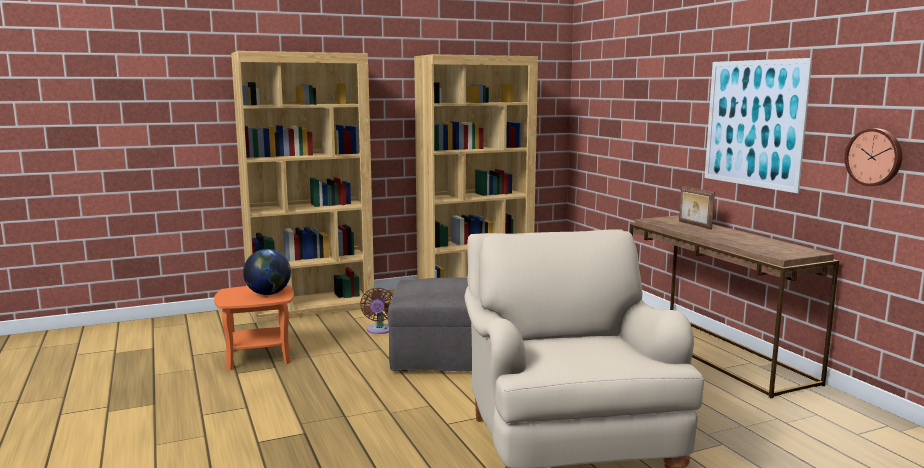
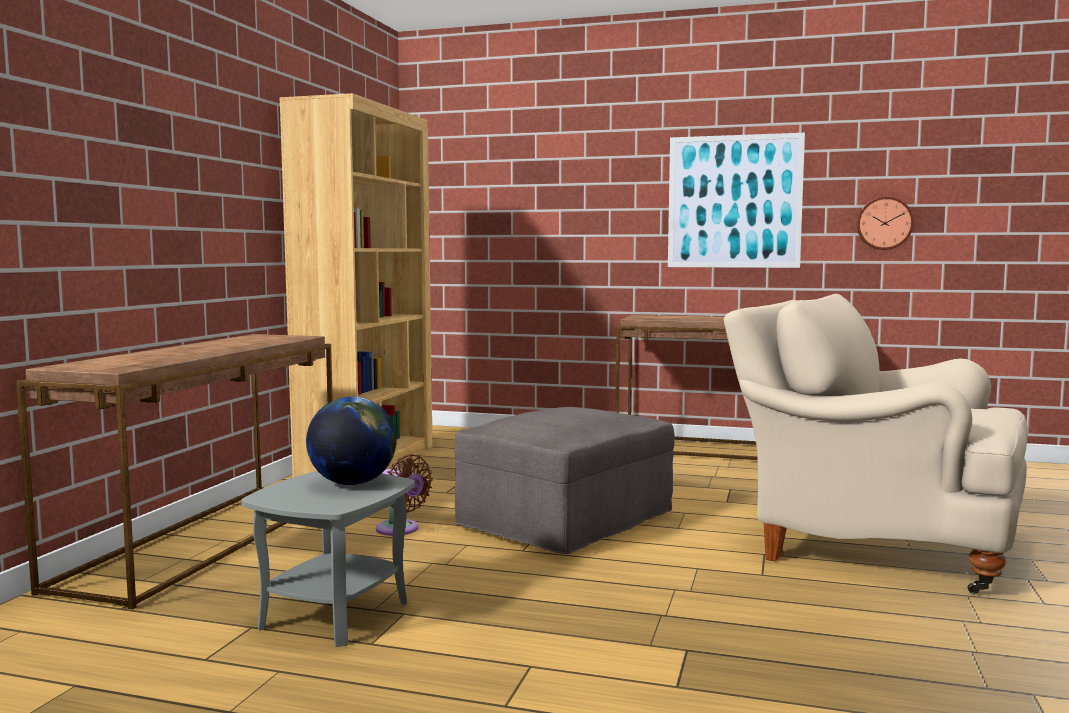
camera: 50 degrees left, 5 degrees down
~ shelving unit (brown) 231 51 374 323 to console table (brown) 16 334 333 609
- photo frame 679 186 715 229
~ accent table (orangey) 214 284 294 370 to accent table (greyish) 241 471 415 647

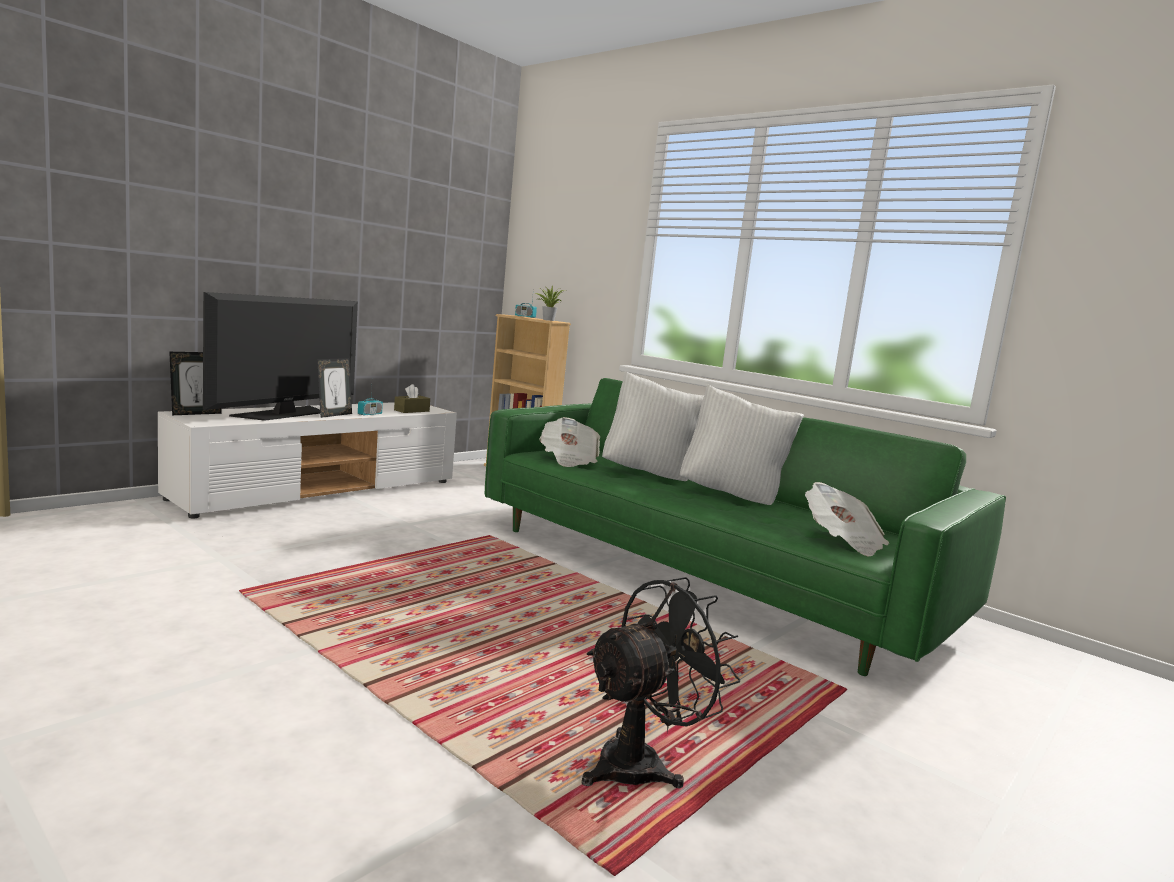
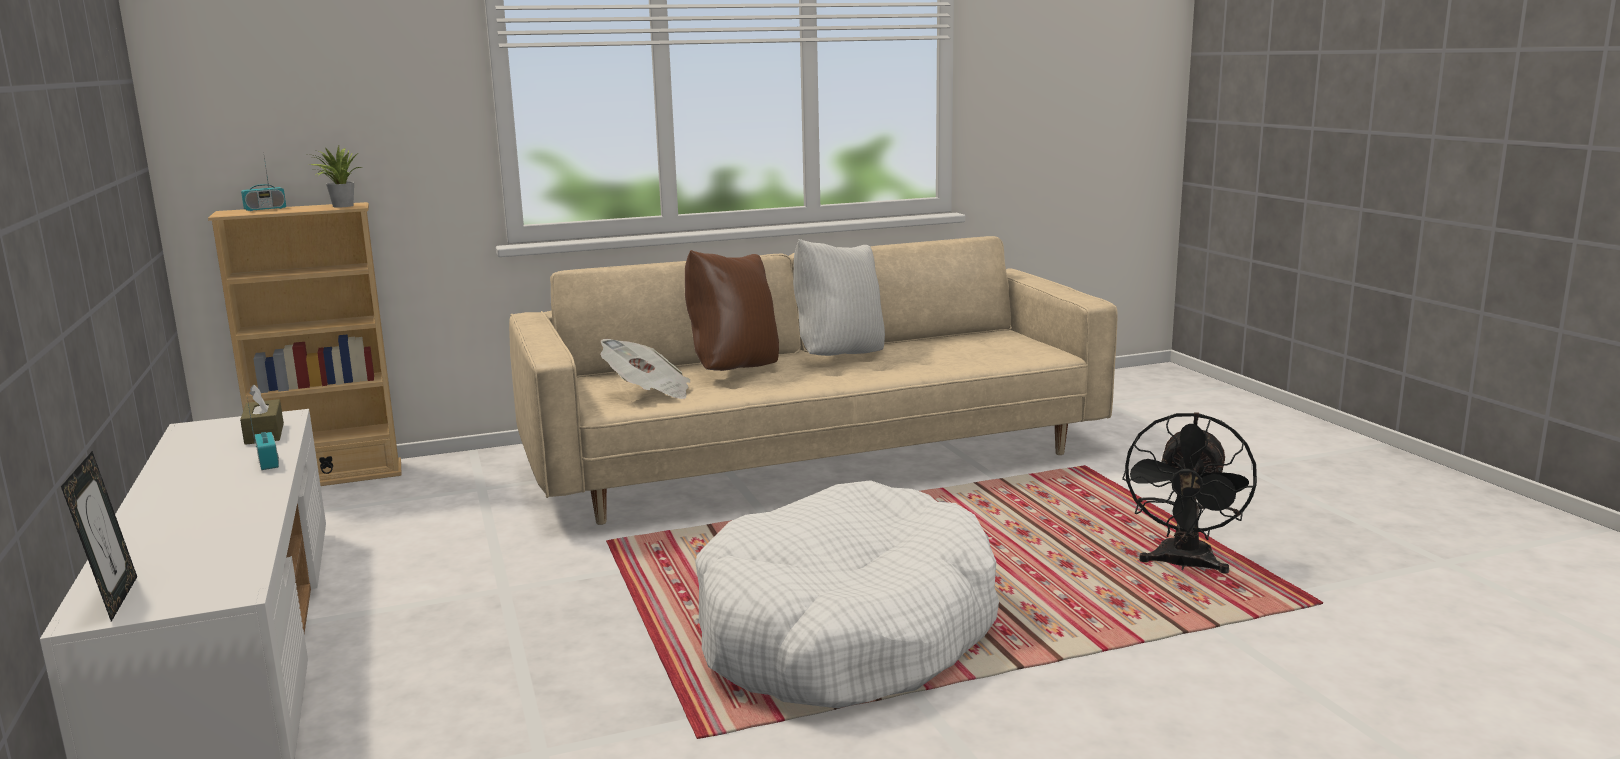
camera: 60 degrees left, 5 degrees up
- TV 203 292 358 421
- photo frame 317 358 352 418
~ pillow (white-coloured) 602 371 704 481 to pillow (brown) 685 250 779 371
~ couch (green-coloured) 485 378 1006 676 to couch (beige-coloured) 509 236 1117 525
- printed paper 805 482 889 557
~ cooling fan (black) 582 577 740 789 = 1122 412 1257 574 150 degrees counterclockwise
+ dog bed (white-coloured) 695 480 999 708

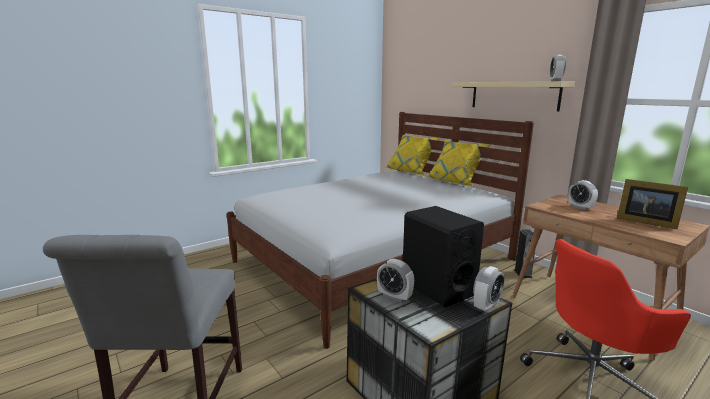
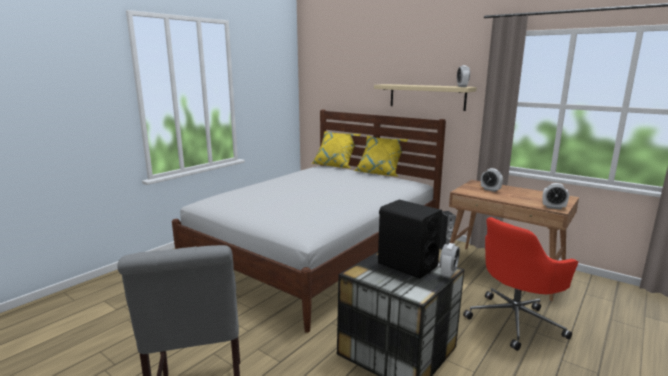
camera: 15 degrees left, 0 degrees up
- photo frame 617 179 688 229
~ table clock 377 259 414 303 to 542 183 569 210

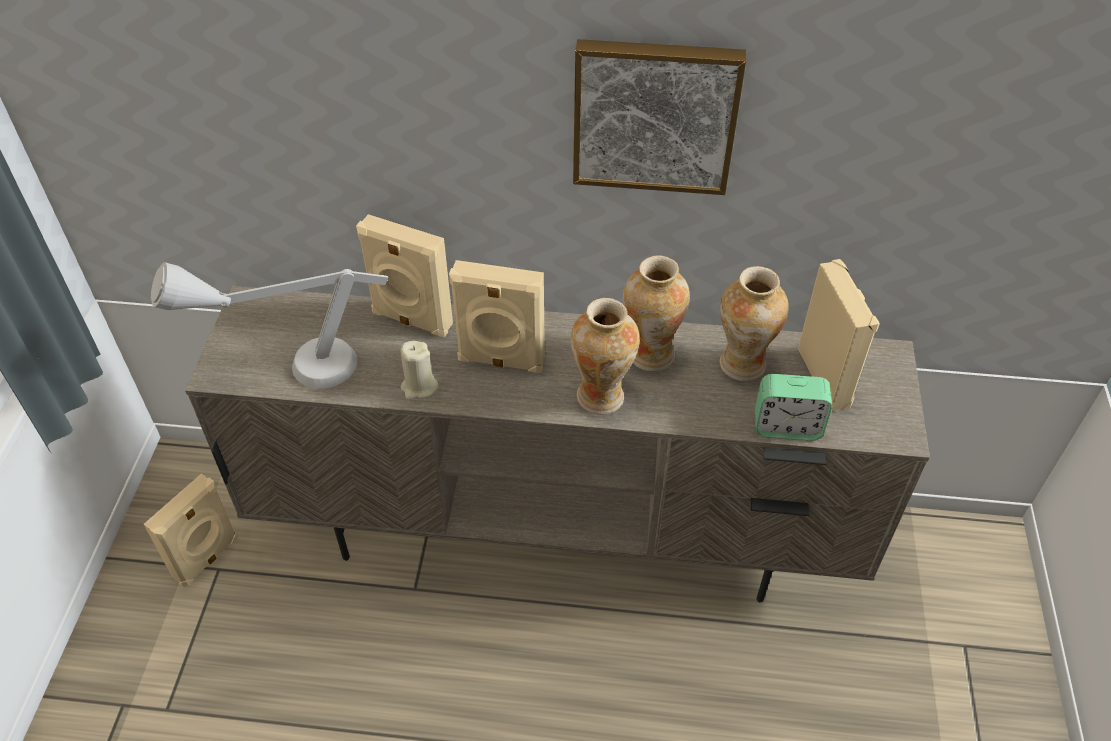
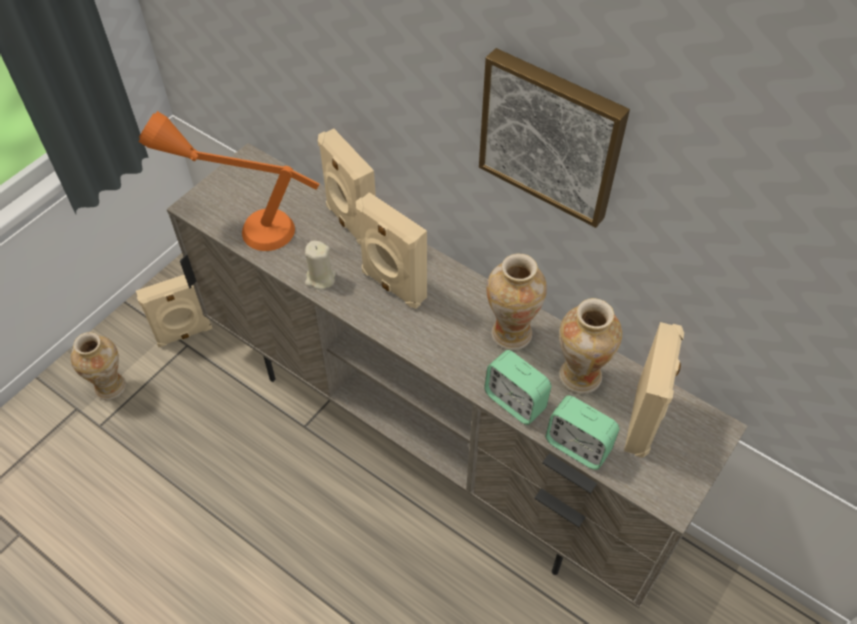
camera: 30 degrees right, 5 degrees up
~ lamp for a table (greyish) 151 262 388 389 to lamp for a table (orangey) 139 111 320 251
~ flower vase 571 298 640 415 to 71 332 126 400
+ table clock 484 350 552 425

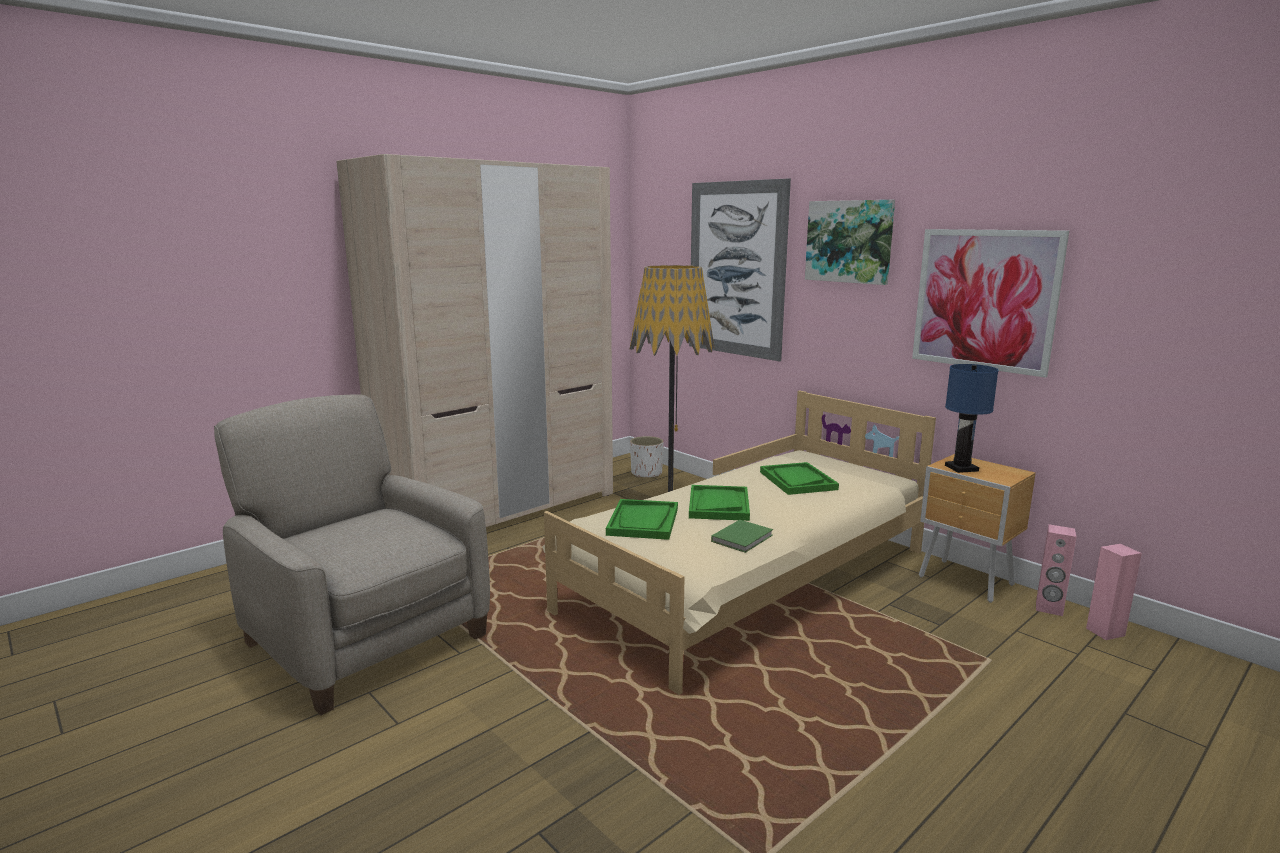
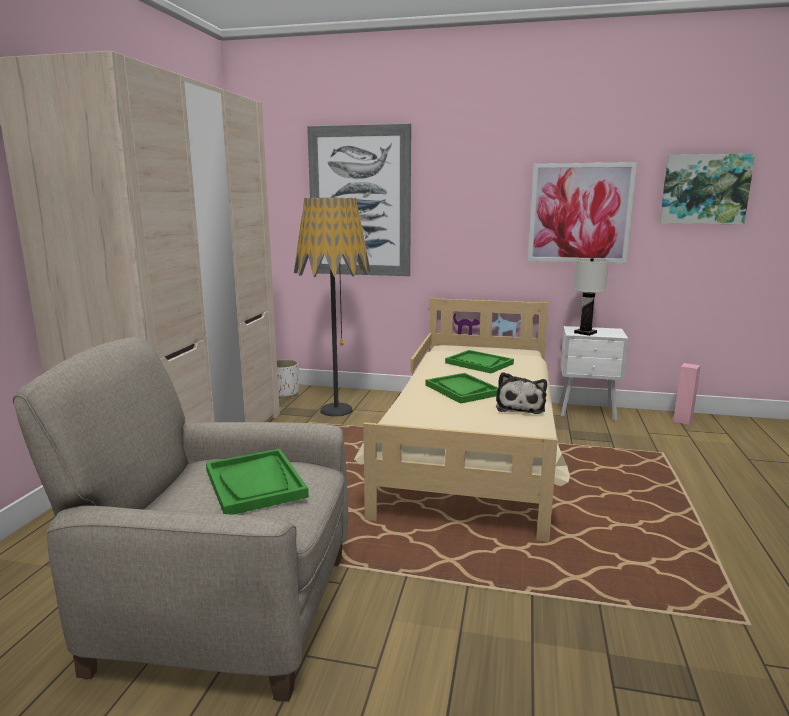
camera: 35 degrees left, 0 degrees up
~ wall picture 805 200 895 285 to 660 154 755 224
~ lamp for a table (bluish) 945 364 999 473 to lamp for a table (white-coloured) 573 258 609 336
~ night table (brown) 919 454 1036 603 to night table (white-coloured) 559 326 628 421
~ tray (green-coloured) 606 499 678 540 to 206 449 309 515
~ bound book (green-coloured) 711 520 773 553 to plush toy 496 372 547 414
- speaker (pinkish) 1036 524 1077 616

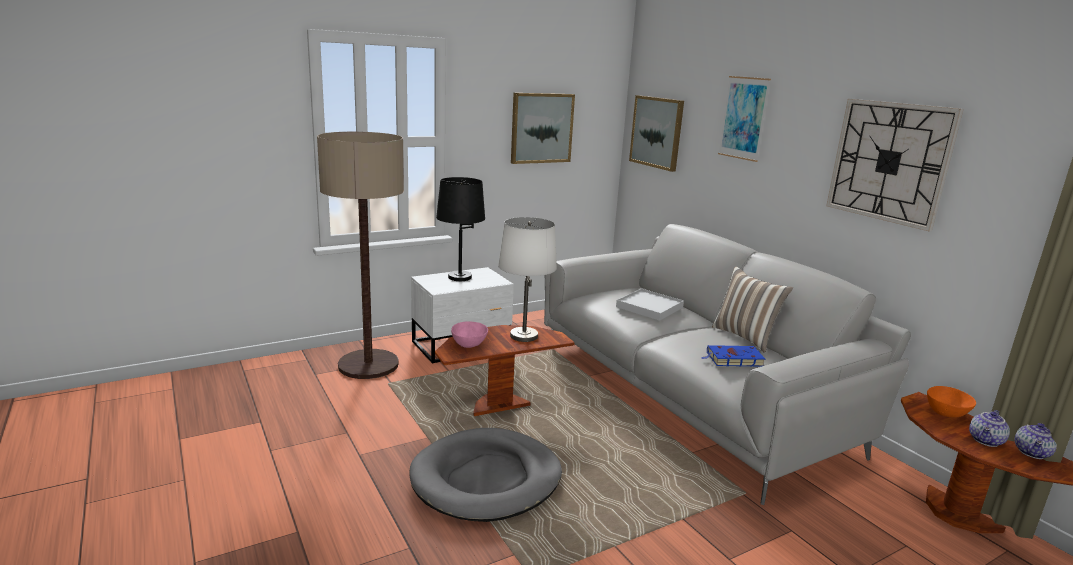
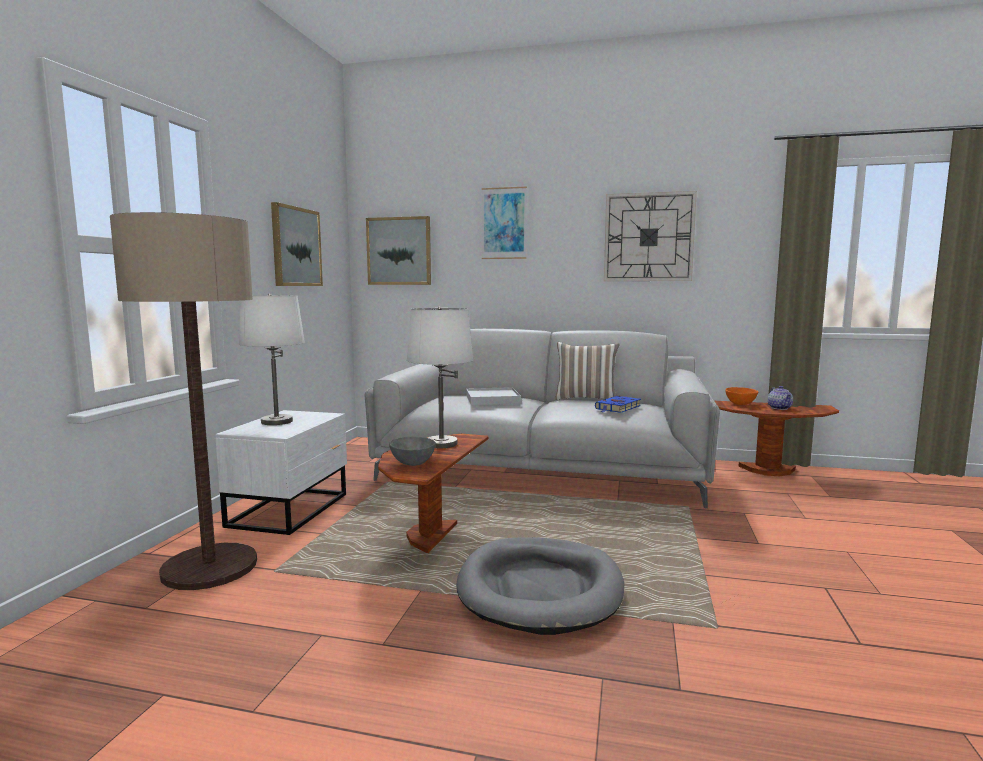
camera: 45 degrees left, 10 degrees down
~ lamp for a table (black) 436 177 485 281 to lamp for a table (white-coloured) 239 294 305 425
~ deep dish (pinkish) 451 321 488 348 to deep dish (greyish) 389 437 436 466
- tea pot 1015 423 1057 459

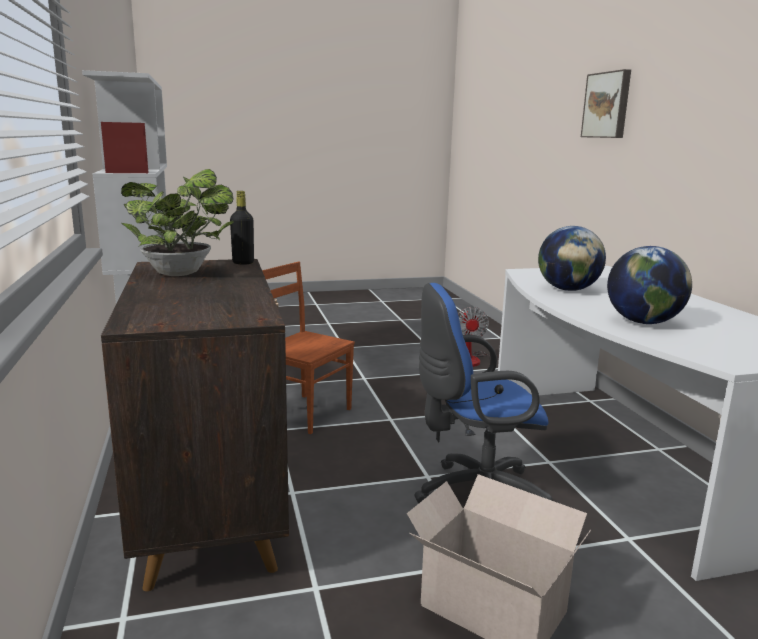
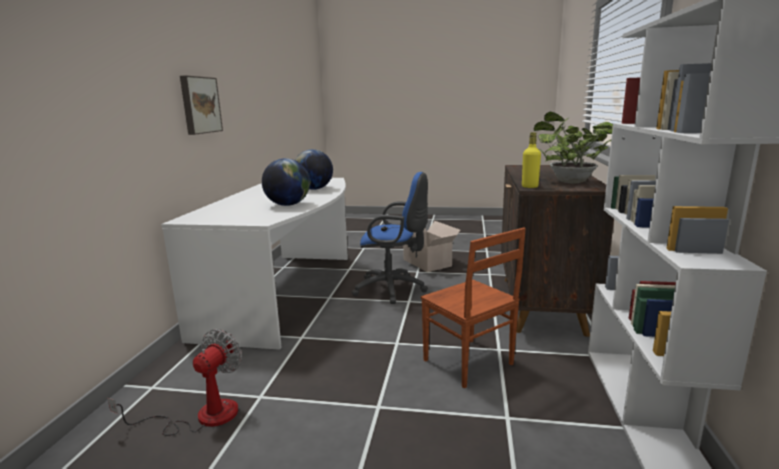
camera: 155 degrees left, 0 degrees up
~ wall picture 581 69 631 138 to 180 75 223 135
~ beverage bottle (black) 230 191 254 265 to beverage bottle (yellowish) 522 132 541 188

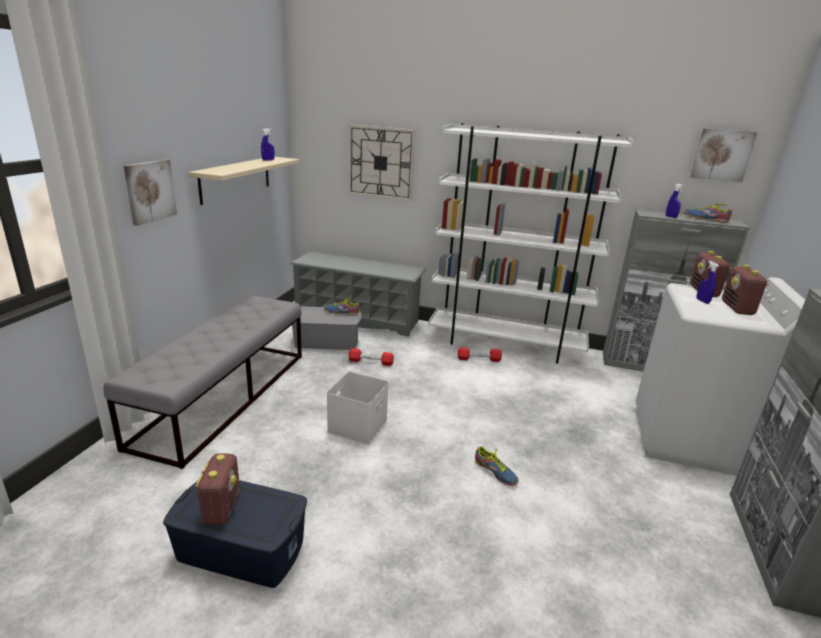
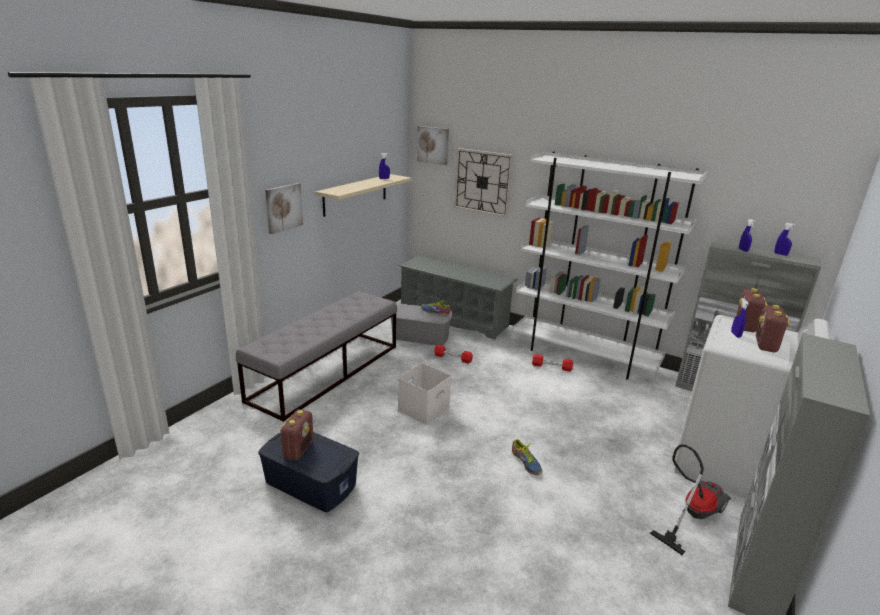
camera: 15 degrees right, 0 degrees up
~ wall picture 690 128 757 182 to 417 126 449 165
~ shoe 684 204 732 223 to spray bottle (bluish) 774 223 796 256
+ vacuum cleaner 650 444 731 555

